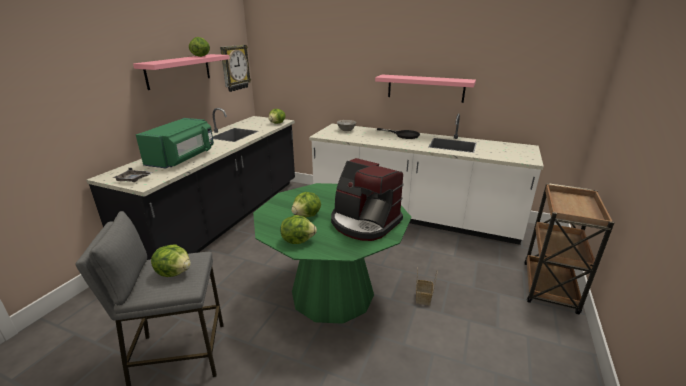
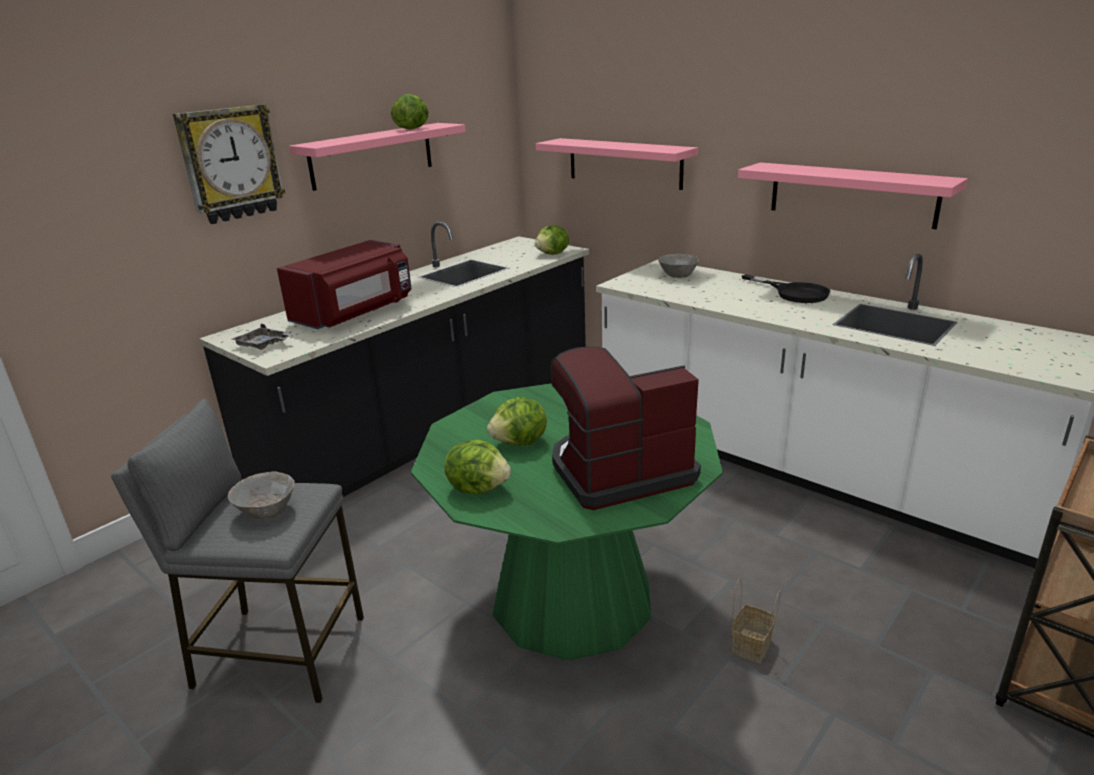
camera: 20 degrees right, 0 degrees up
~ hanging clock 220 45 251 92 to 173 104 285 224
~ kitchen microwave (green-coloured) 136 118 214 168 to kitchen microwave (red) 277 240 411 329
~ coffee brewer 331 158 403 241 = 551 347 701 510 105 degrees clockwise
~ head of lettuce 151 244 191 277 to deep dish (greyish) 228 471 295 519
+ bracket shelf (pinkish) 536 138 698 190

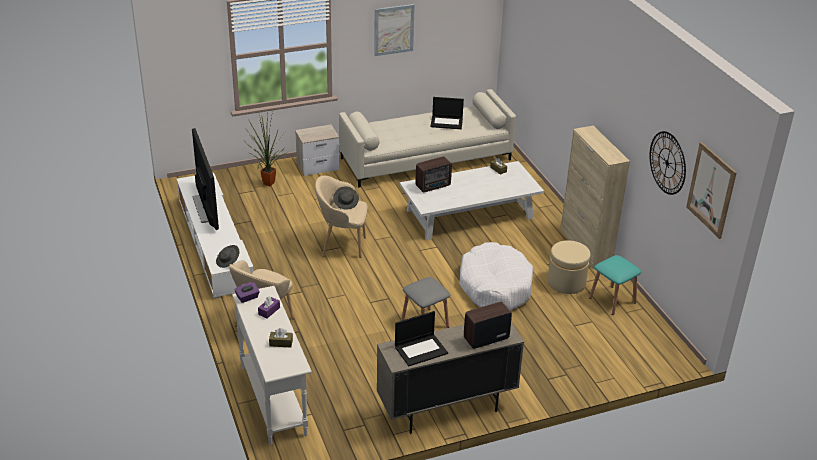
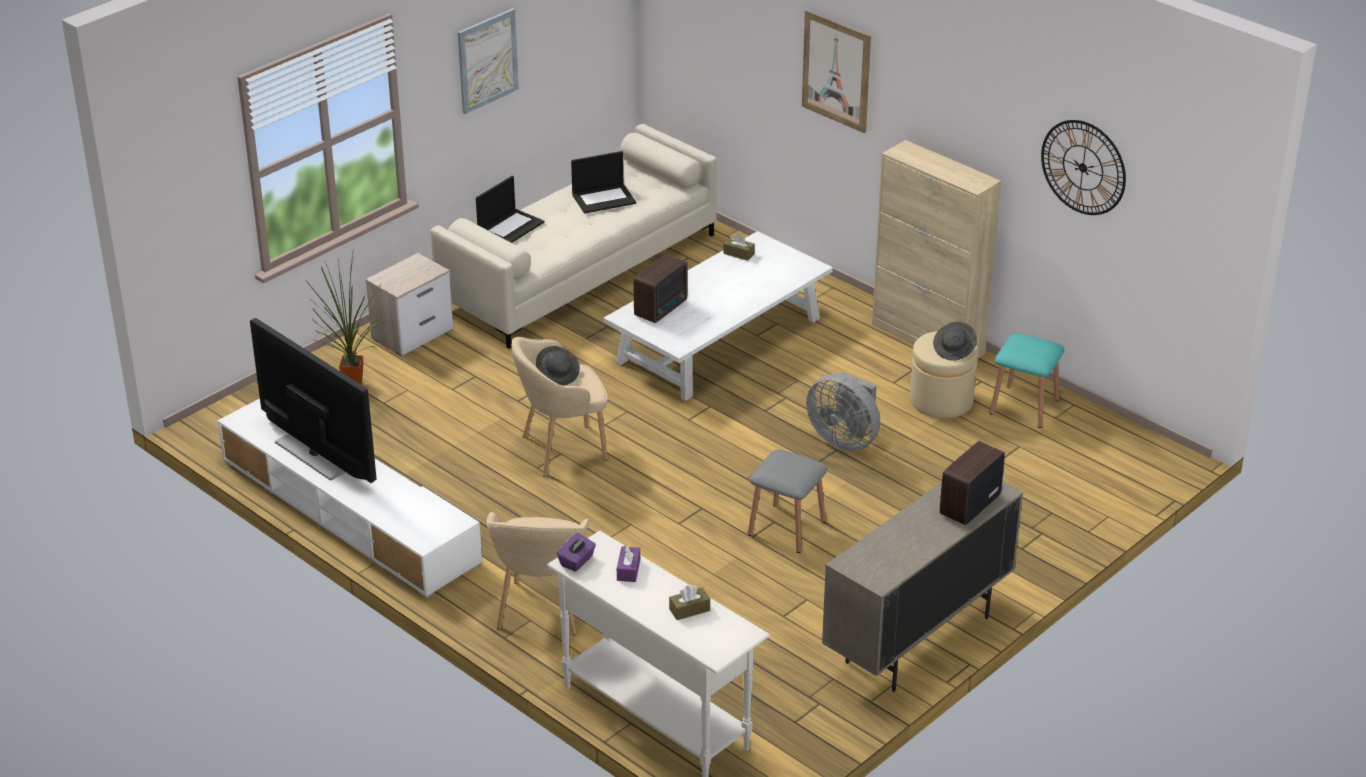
camera: 25 degrees left, 0 degrees up
~ wall picture 686 142 737 239 to 802 10 871 133
~ dog bed (white-coloured) 459 242 533 310 to cooling fan (greyish) 806 372 880 451
~ wearable hat (greyish) 216 245 240 268 to 933 322 977 361
~ laptop 395 311 448 366 to 476 176 544 243

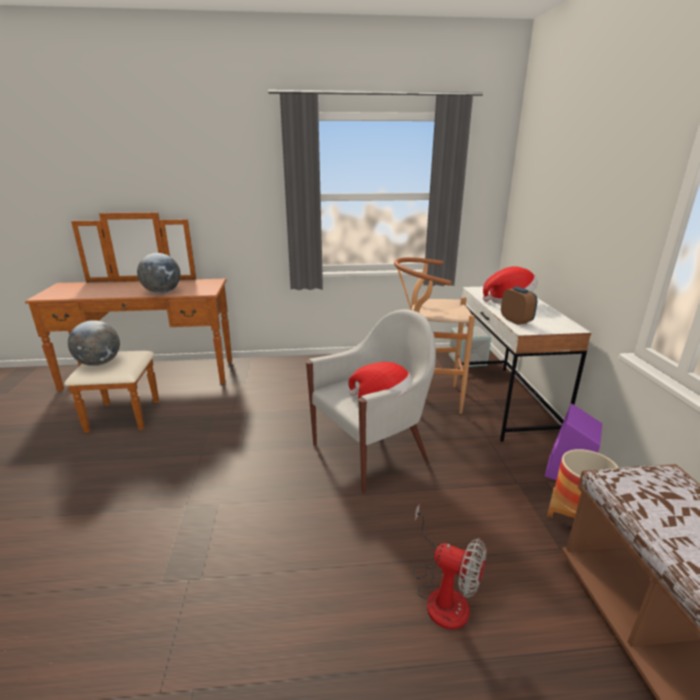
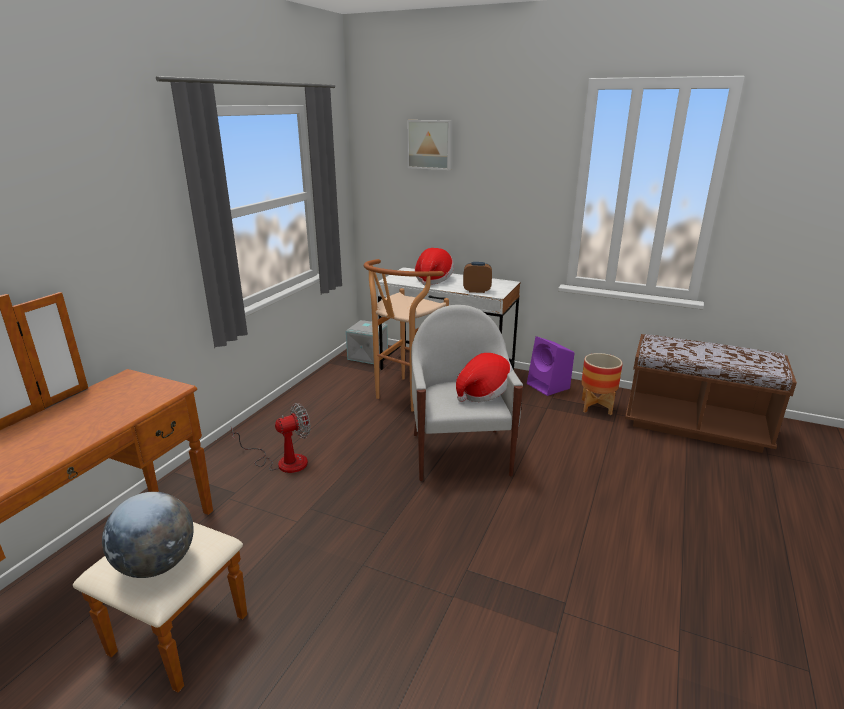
camera: 60 degrees left, 0 degrees up
- desk globe 137 253 180 293
~ cooling fan 413 504 487 629 to 231 403 311 473
+ wall picture 407 120 452 170

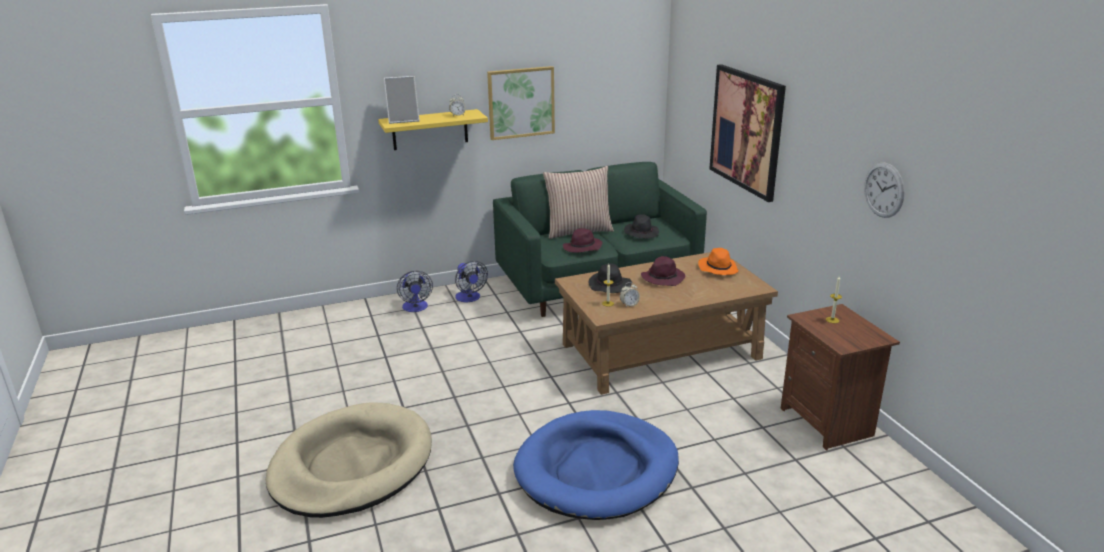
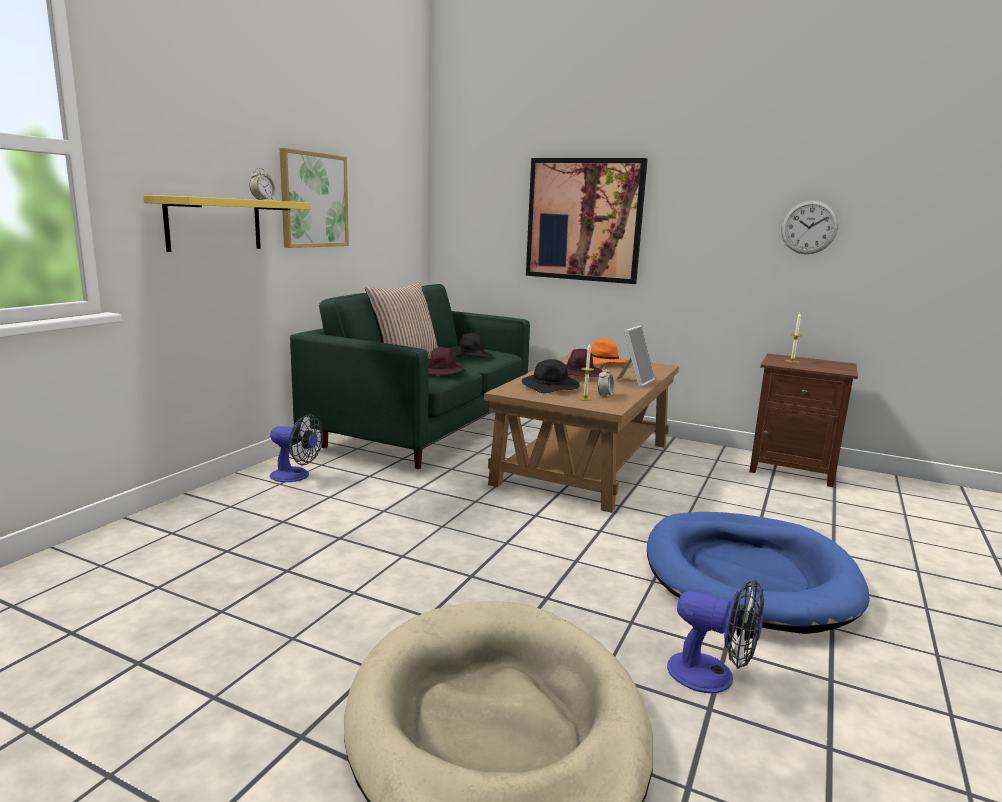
camera: 45 degrees left, 10 degrees down
~ photo frame 384 76 420 124 to 616 325 655 387
~ cooling fan 397 271 433 312 to 667 580 764 693

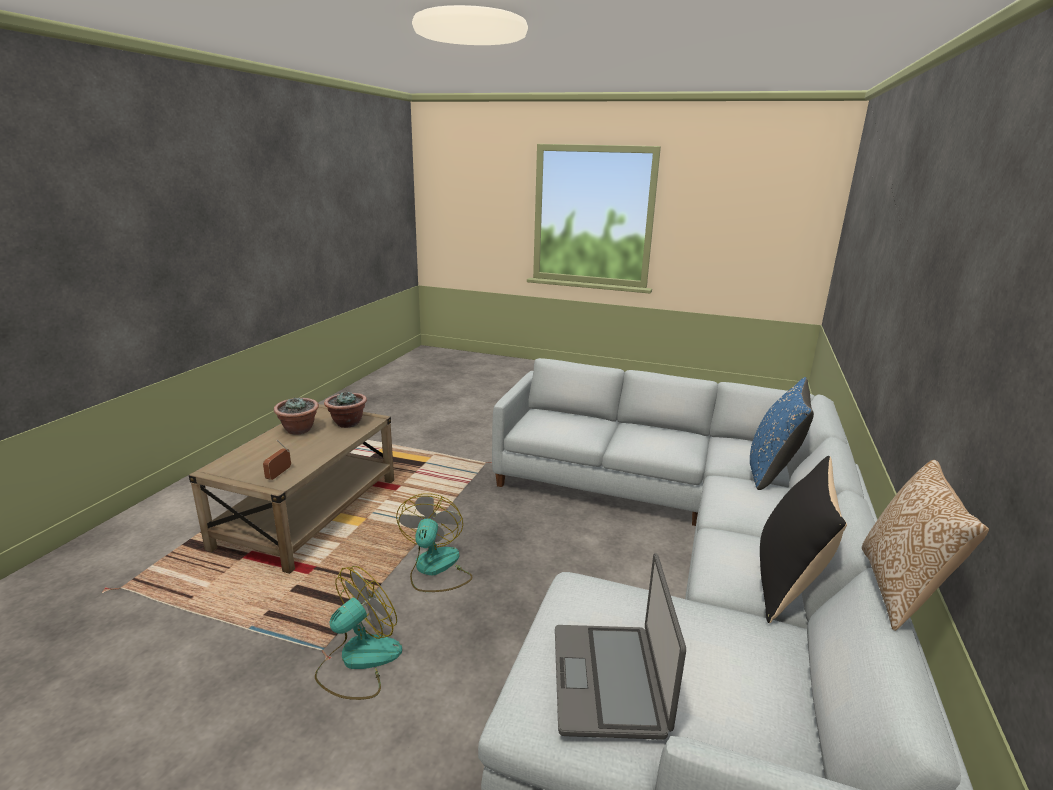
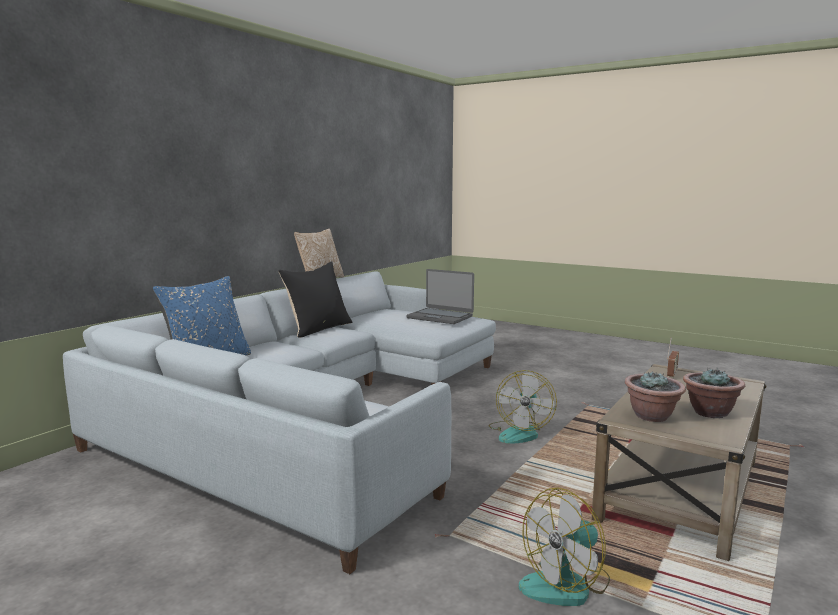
camera: 165 degrees left, 10 degrees down
~ laptop 555 553 686 740 = 406 269 474 324 105 degrees clockwise
~ cooling fan 315 566 402 700 to 519 487 610 606

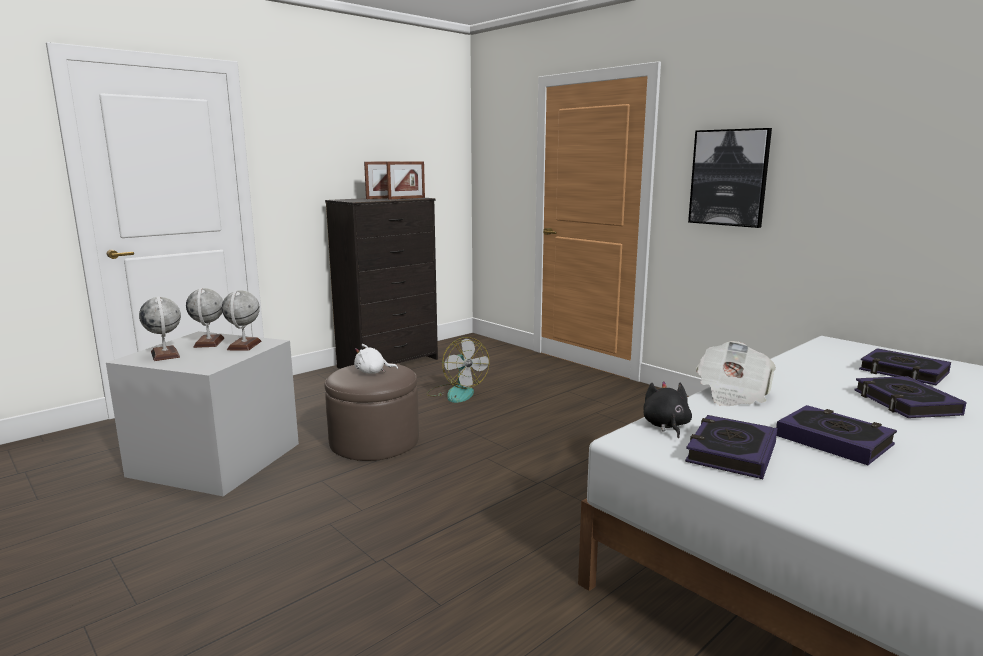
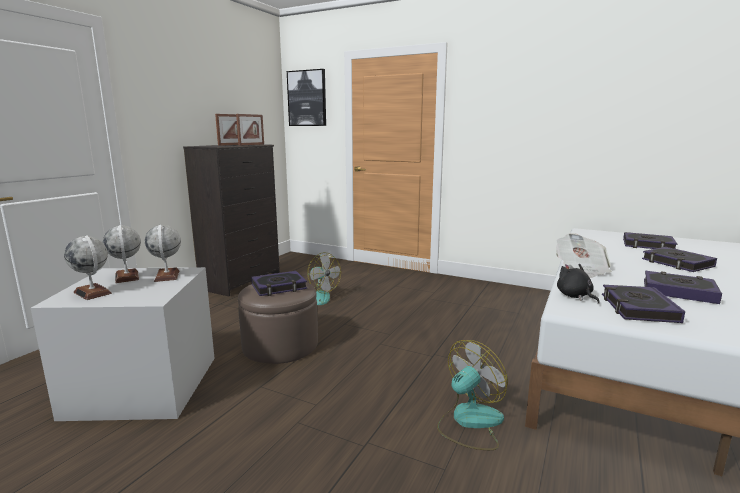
camera: 20 degrees left, 0 degrees up
~ wall picture 688 128 772 228 to 287 69 326 126
~ plush toy (white-coloured) 354 344 398 374 to bound book 251 271 307 296
+ cooling fan 437 340 508 450

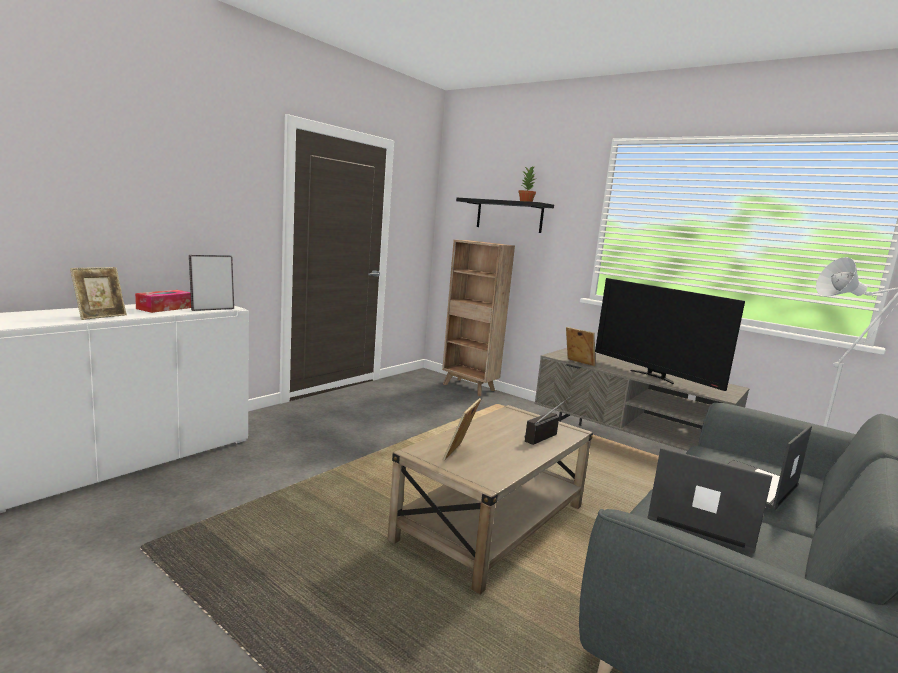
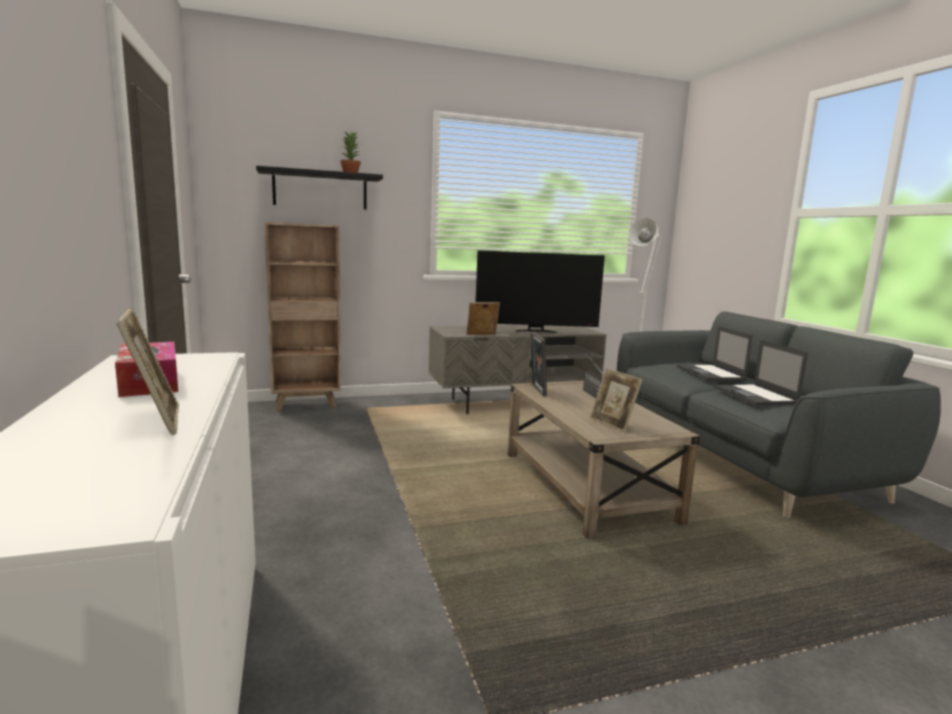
camera: 55 degrees left, 0 degrees up
~ photo frame 189 255 234 311 to 530 332 547 396
~ laptop 647 448 772 553 = 714 340 808 406 75 degrees counterclockwise

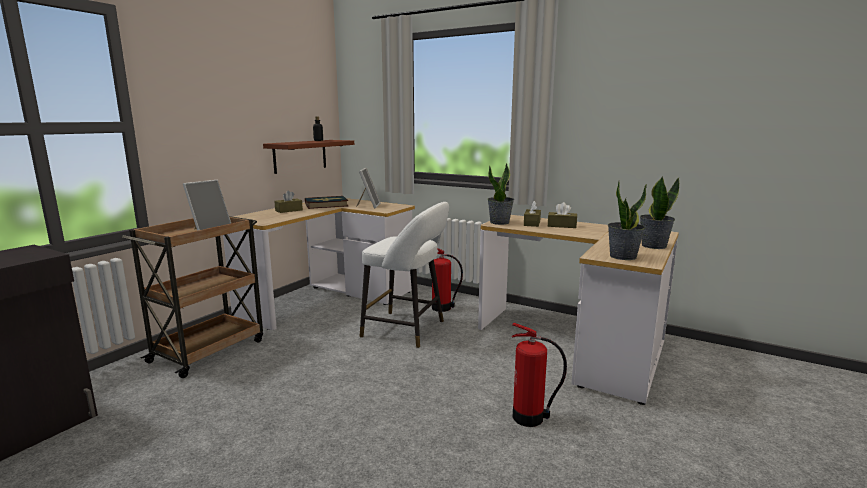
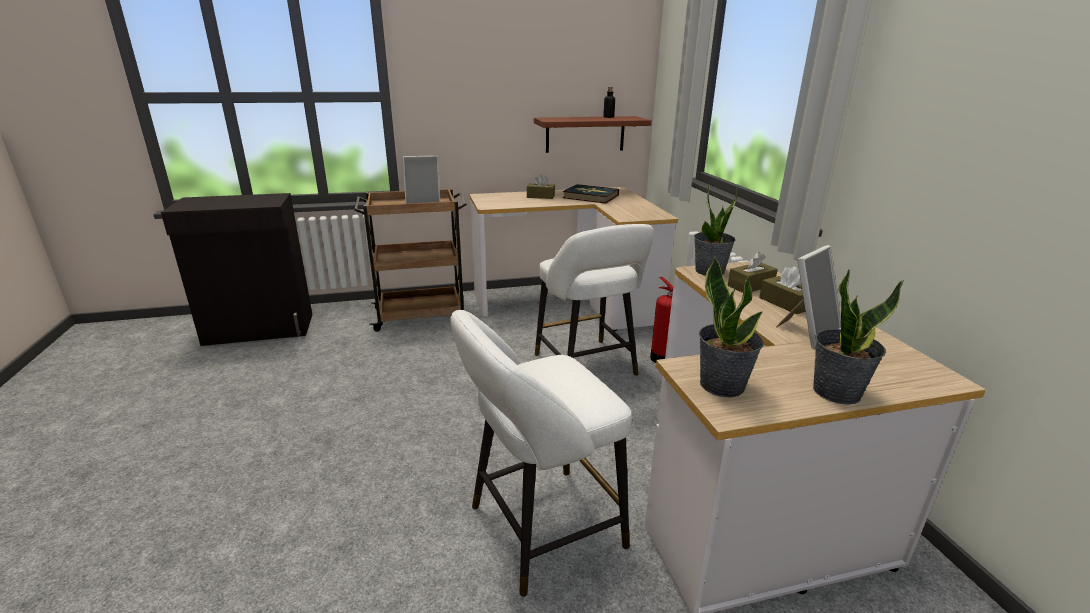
camera: 45 degrees right, 10 degrees up
~ photo frame 356 168 381 208 to 776 245 841 349
~ fire extinguisher 512 323 567 427 to stool seat (white-coloured) 451 310 632 597

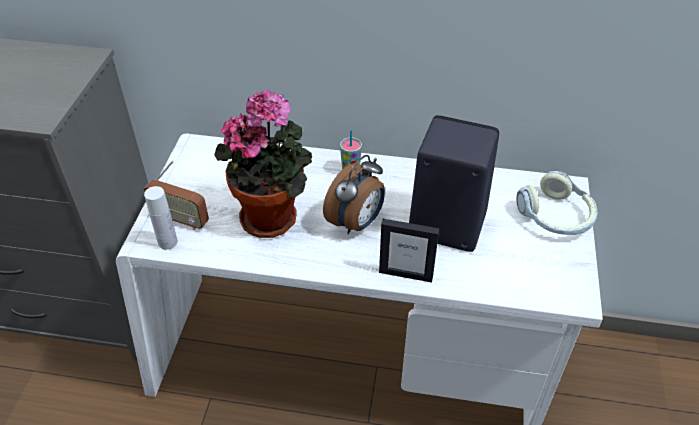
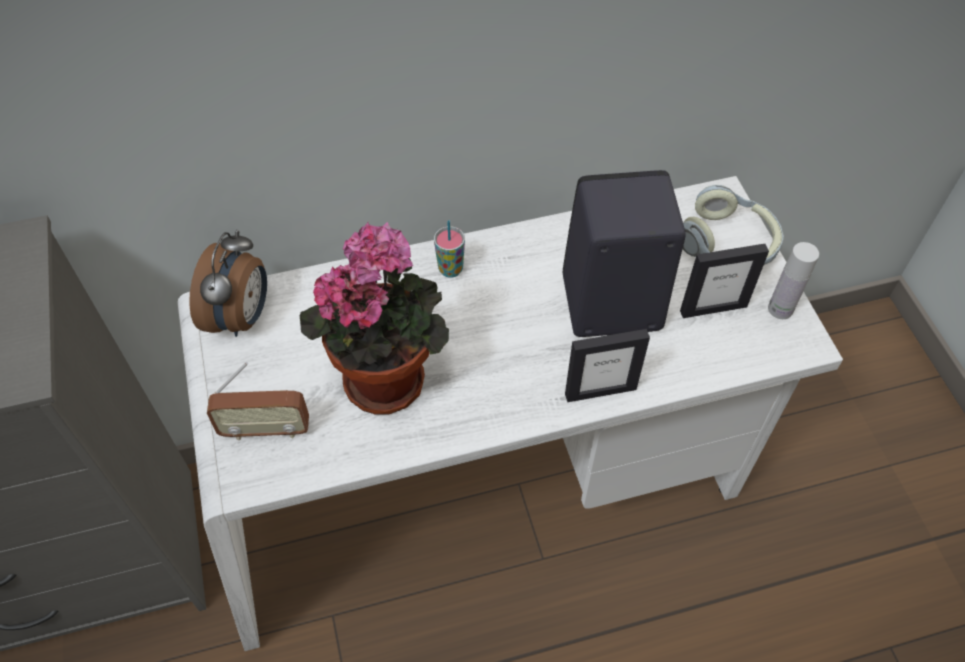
camera: 25 degrees left, 10 degrees up
~ table clock 323 155 385 234 to 189 230 267 337
~ beverage bottle (white-coloured) 144 186 178 250 to 768 242 819 319
+ photo frame 680 244 769 318

